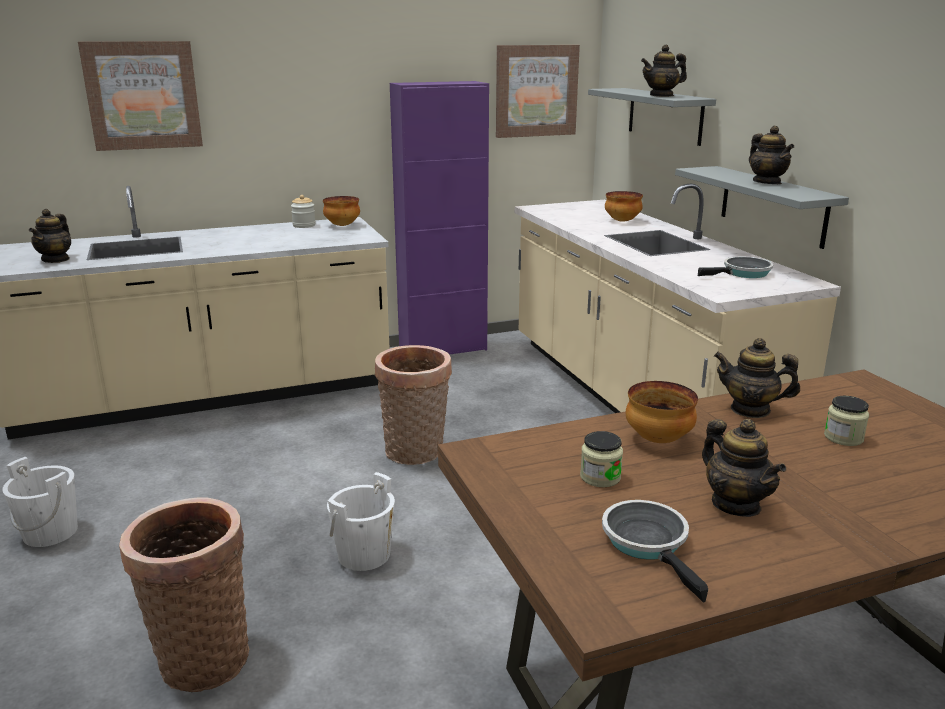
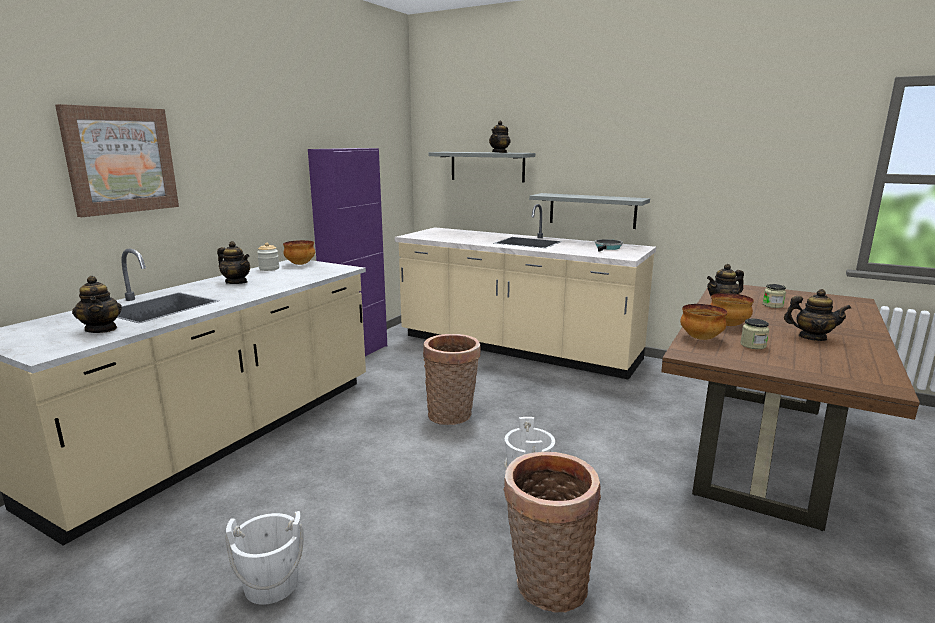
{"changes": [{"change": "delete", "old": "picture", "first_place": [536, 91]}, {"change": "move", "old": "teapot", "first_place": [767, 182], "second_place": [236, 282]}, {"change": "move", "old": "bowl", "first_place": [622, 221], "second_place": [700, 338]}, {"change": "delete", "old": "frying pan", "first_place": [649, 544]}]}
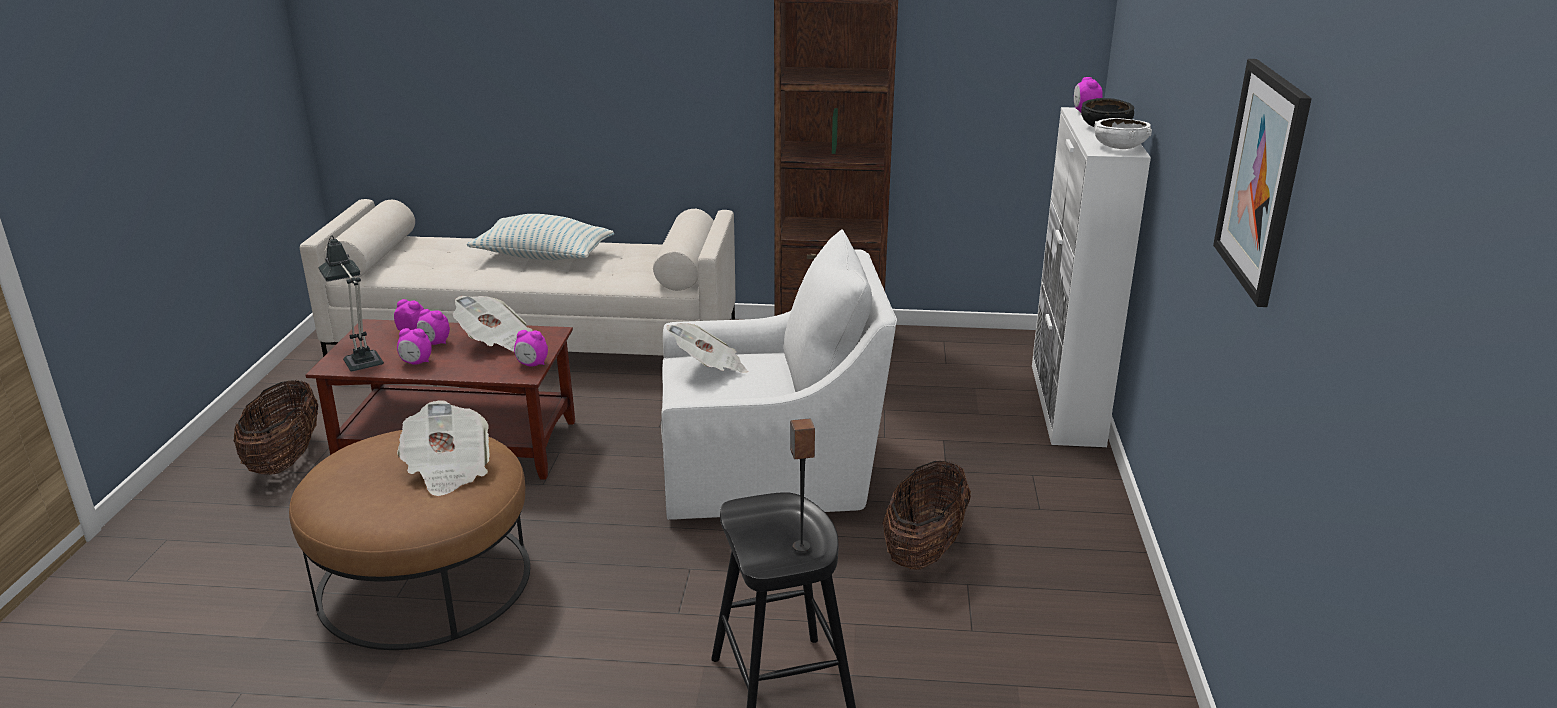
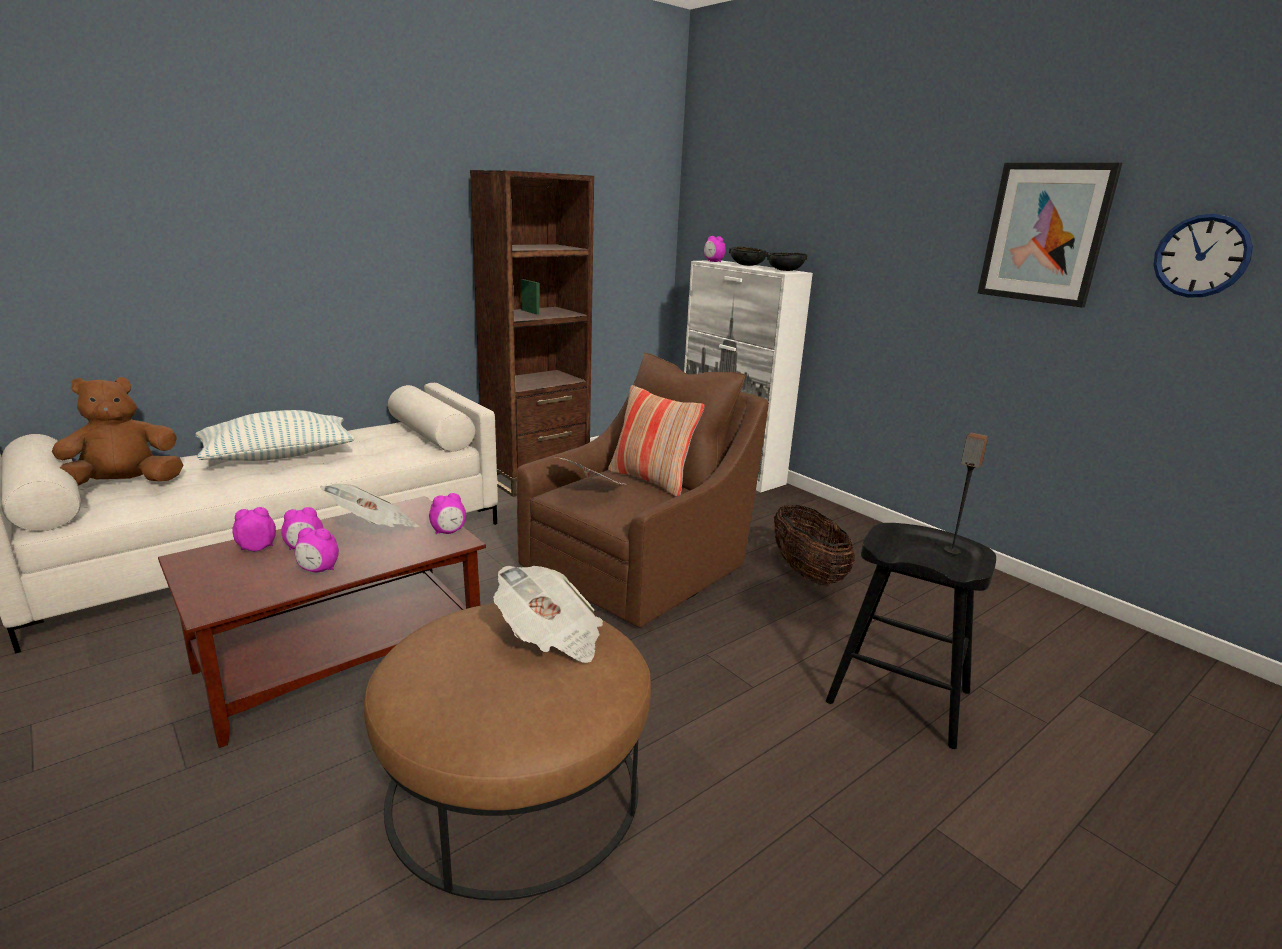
{"changes": [{"change": "recolor", "old": "white bowl", "new": "black bowl", "first_place": [1120, 147], "second_place": [785, 270]}, {"change": "recolor", "old": "white armchair", "new": "brown armchair", "first_place": [771, 469], "second_place": [640, 566]}, {"change": "delete", "old": "table lamp", "first_place": [361, 359]}, {"change": "rotate", "old": "alarm clock", "first_place": [416, 362], "second_place": [318, 570], "degrees": 45}, {"change": "delete", "old": "basket", "first_place": [285, 459]}, {"change": "insert", "new": "wall clock", "second_place": [1201, 256]}, {"change": "insert", "new": "brown plush toy", "second_place": [124, 485]}, {"change": "insert", "new": "pillow", "second_place": [651, 480]}]}
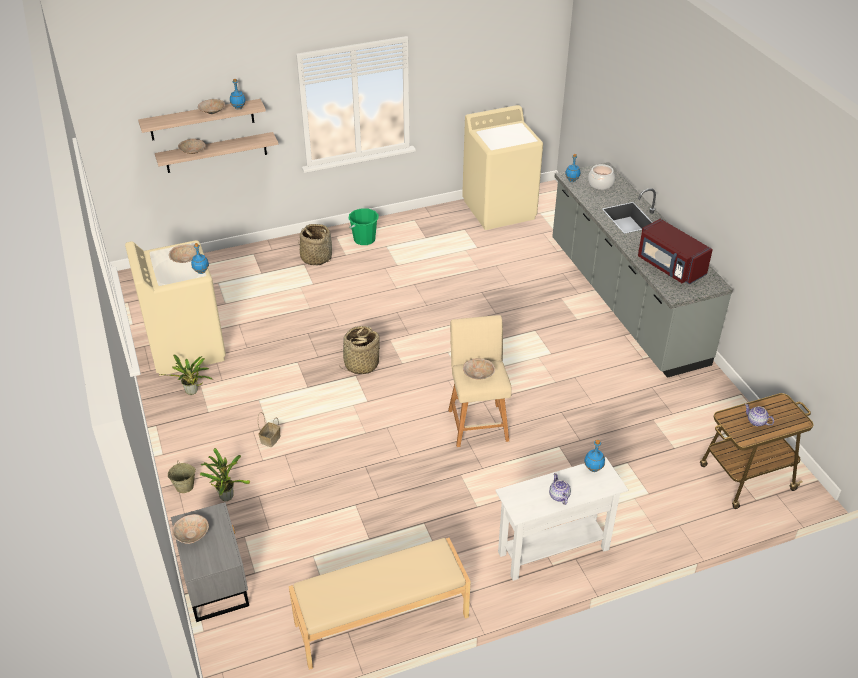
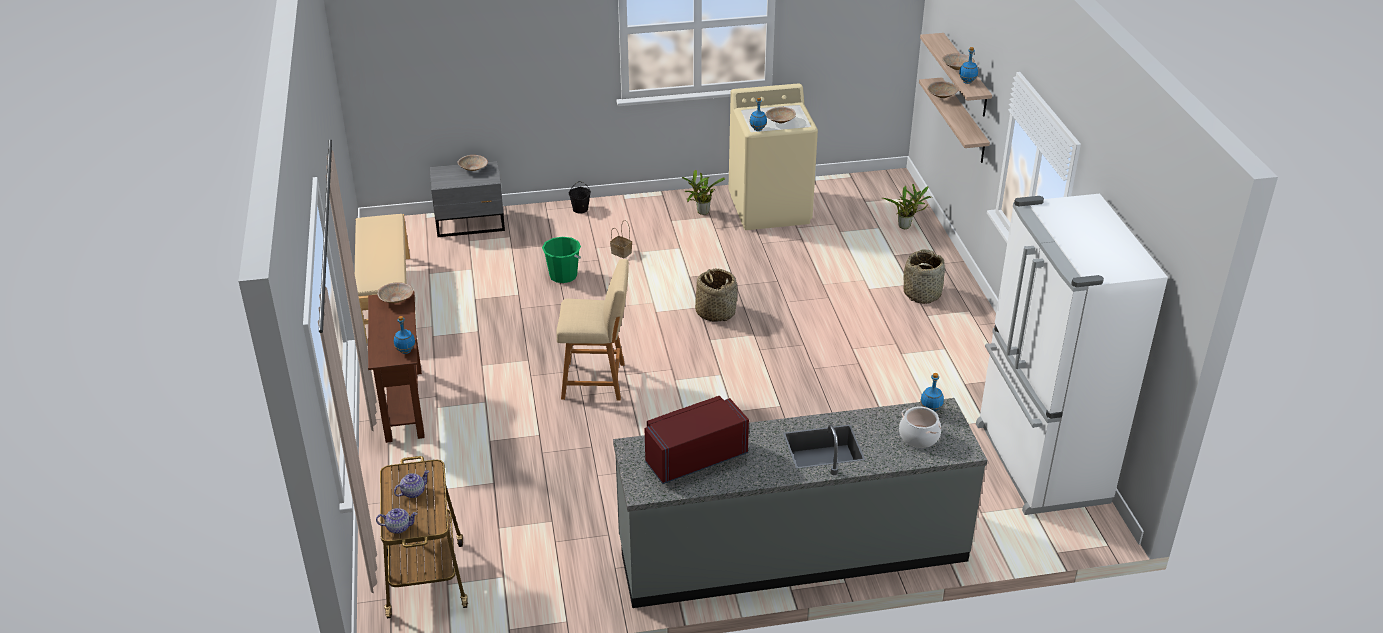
{"changes": [{"change": "replace", "old": "beige washing machine", "new": "white fridge", "first_place": [499, 209], "second_place": [1039, 464]}, {"change": "move", "old": "green bucket", "first_place": [364, 239], "second_place": [563, 276]}, {"change": "move", "old": "beige bowl", "first_place": [478, 375], "second_place": [396, 300]}, {"change": "move", "old": "potted plant", "first_place": [226, 495], "second_place": [906, 226]}, {"change": "recolor", "old": "white console table", "new": "brown console table", "first_place": [553, 551], "second_place": [404, 405]}, {"change": "recolor", "old": "beige bucket", "new": "black bucket", "first_place": [185, 486], "second_place": [580, 209]}, {"change": "move", "old": "teapot", "first_place": [559, 496], "second_place": [398, 527]}]}
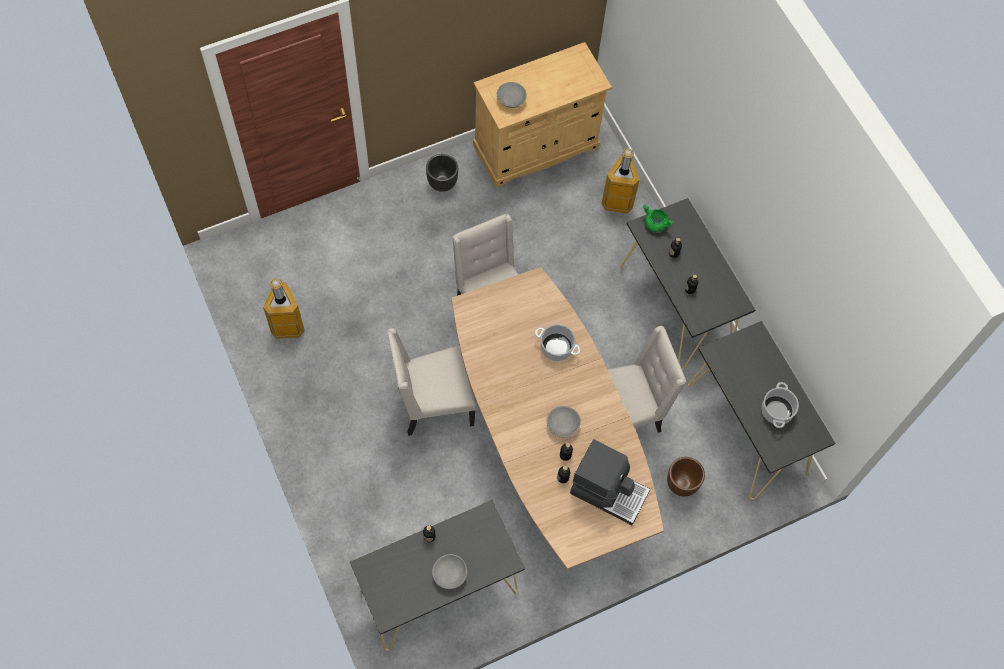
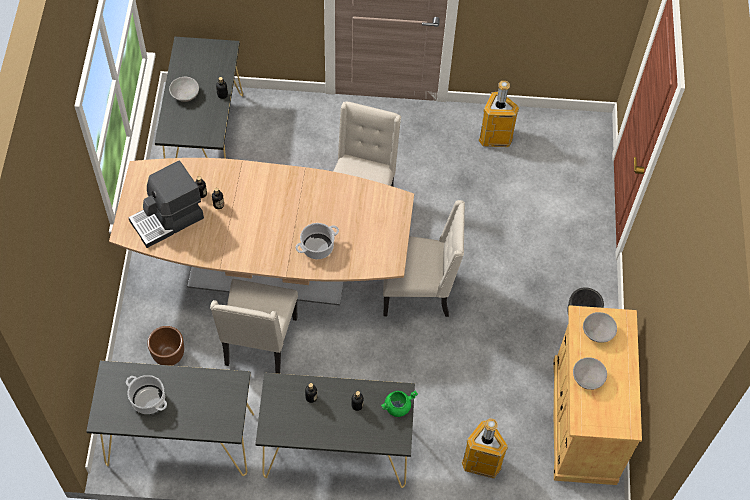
{"changes": [{"change": "move", "old": "grey bowl", "first_place": [562, 425], "second_place": [587, 378]}]}
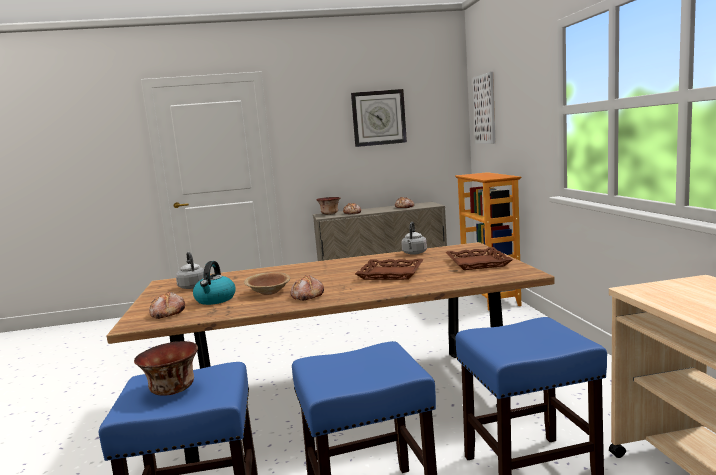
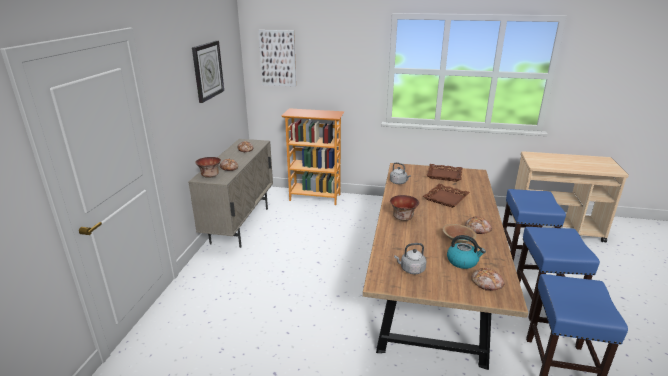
{"changes": [{"change": "move", "old": "bowl", "first_place": [173, 390], "second_place": [403, 217]}]}
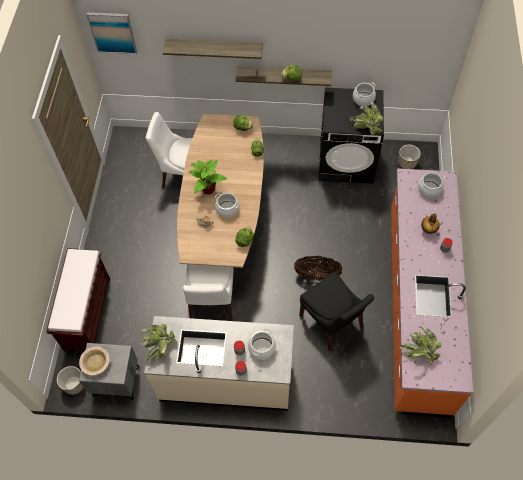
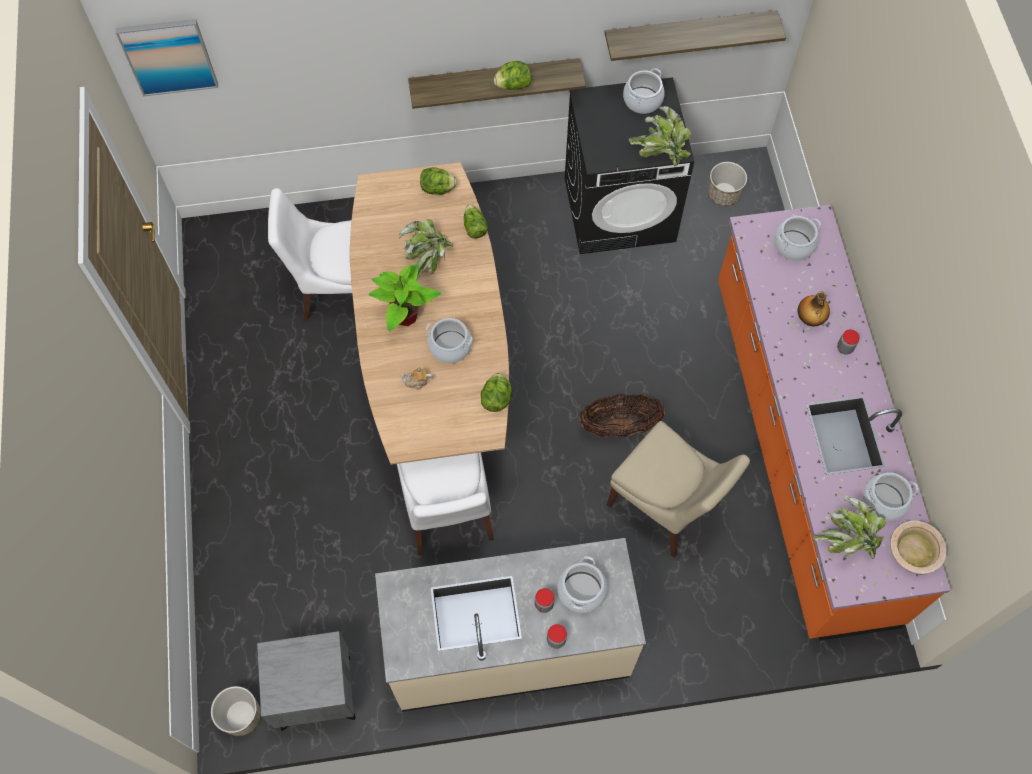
{"changes": [{"change": "move", "old": "shelf", "first_place": [214, 48], "second_place": [688, 33]}, {"change": "delete", "old": "brown bench", "first_place": [87, 312]}, {"change": "recolor", "old": "black chair", "new": "beige chair", "first_place": [332, 323], "second_place": [666, 506]}, {"change": "move", "old": "potted plant", "first_place": [160, 347], "second_place": [428, 258]}, {"change": "move", "old": "beige bowl", "first_place": [96, 363], "second_place": [914, 550]}, {"change": "insert", "new": "cooking pot", "second_place": [884, 501]}]}
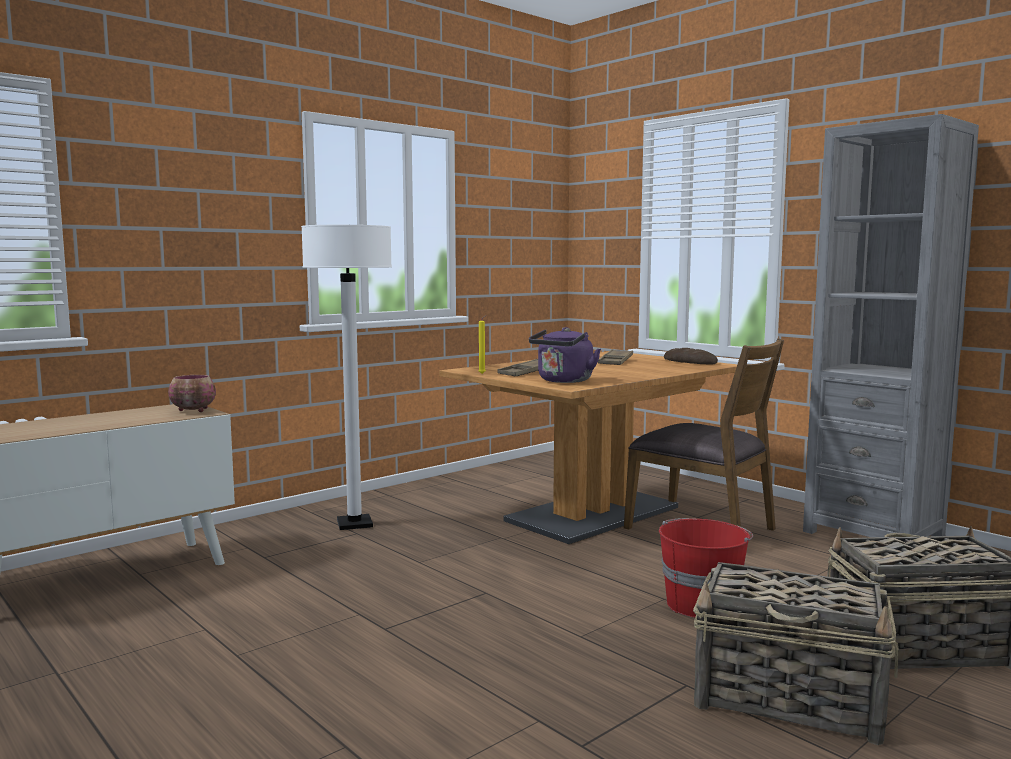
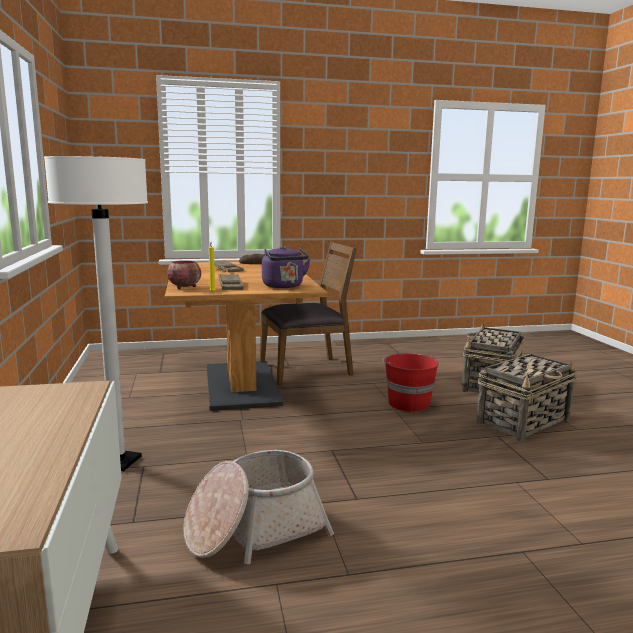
{"changes": [{"change": "delete", "old": "grey bookcase", "first_place": [873, 534]}, {"change": "move", "old": "bowl", "first_place": [194, 411], "second_place": [185, 287]}, {"change": "insert", "new": "basket", "second_place": [254, 529]}]}
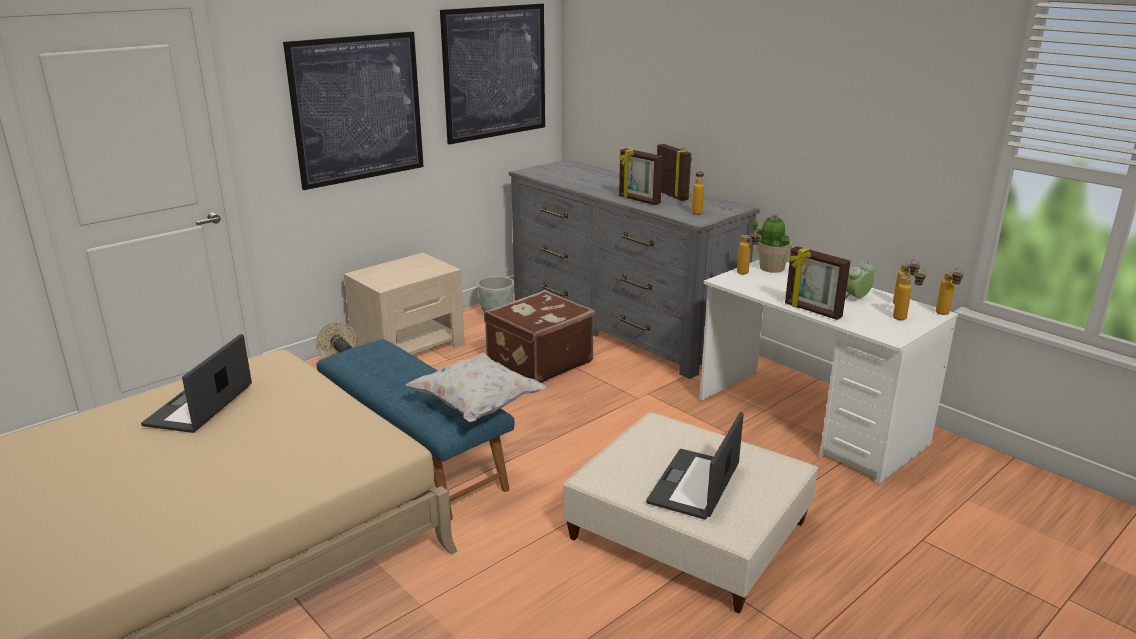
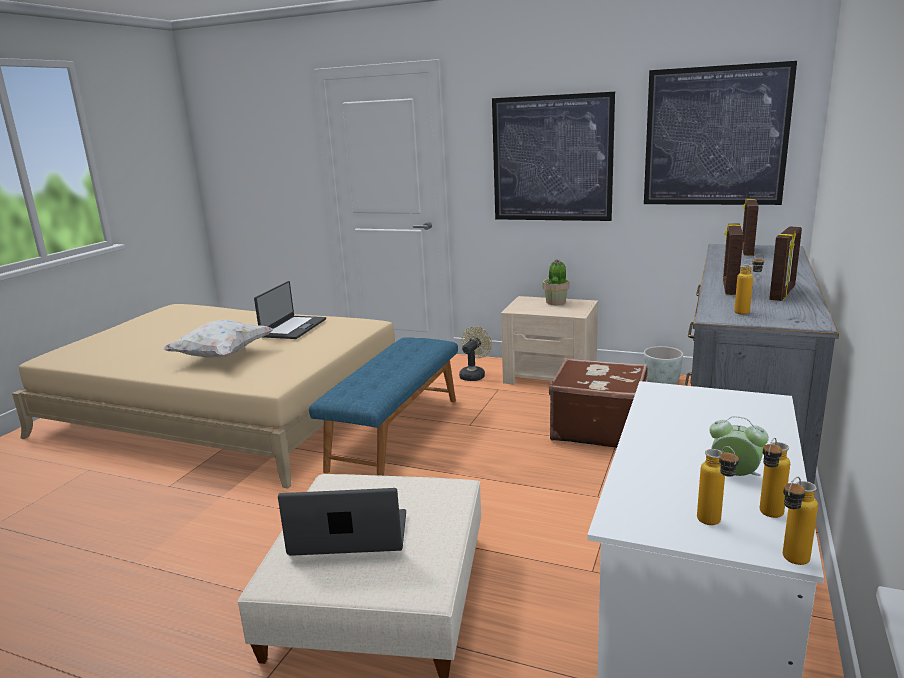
{"changes": [{"change": "move", "old": "potted plant", "first_place": [771, 268], "second_place": [556, 302]}, {"change": "delete", "old": "bottle", "first_place": [747, 273]}, {"change": "move", "old": "picture frame", "first_place": [812, 311], "second_place": [746, 251]}, {"change": "rotate", "old": "laptop", "first_place": [201, 406], "second_place": [293, 328], "degrees": 120}, {"change": "move", "old": "white pillow", "first_place": [478, 406], "second_place": [222, 356]}]}
